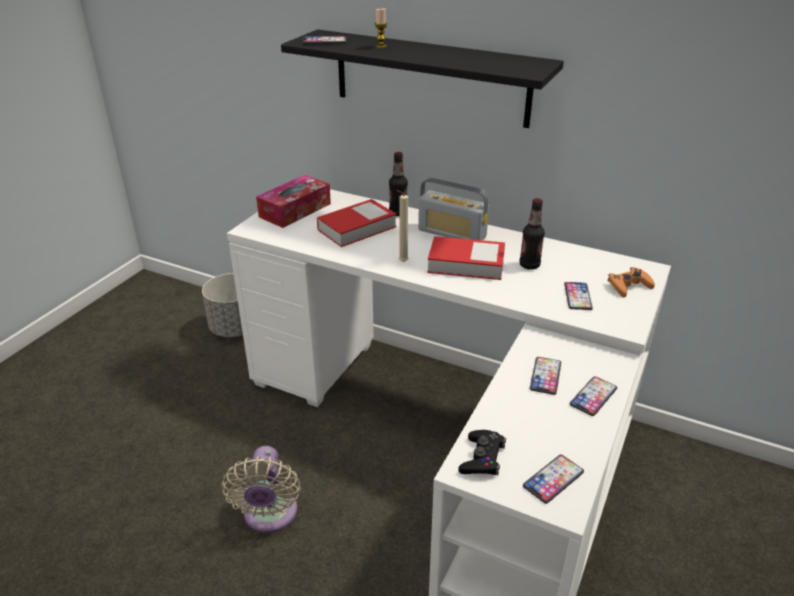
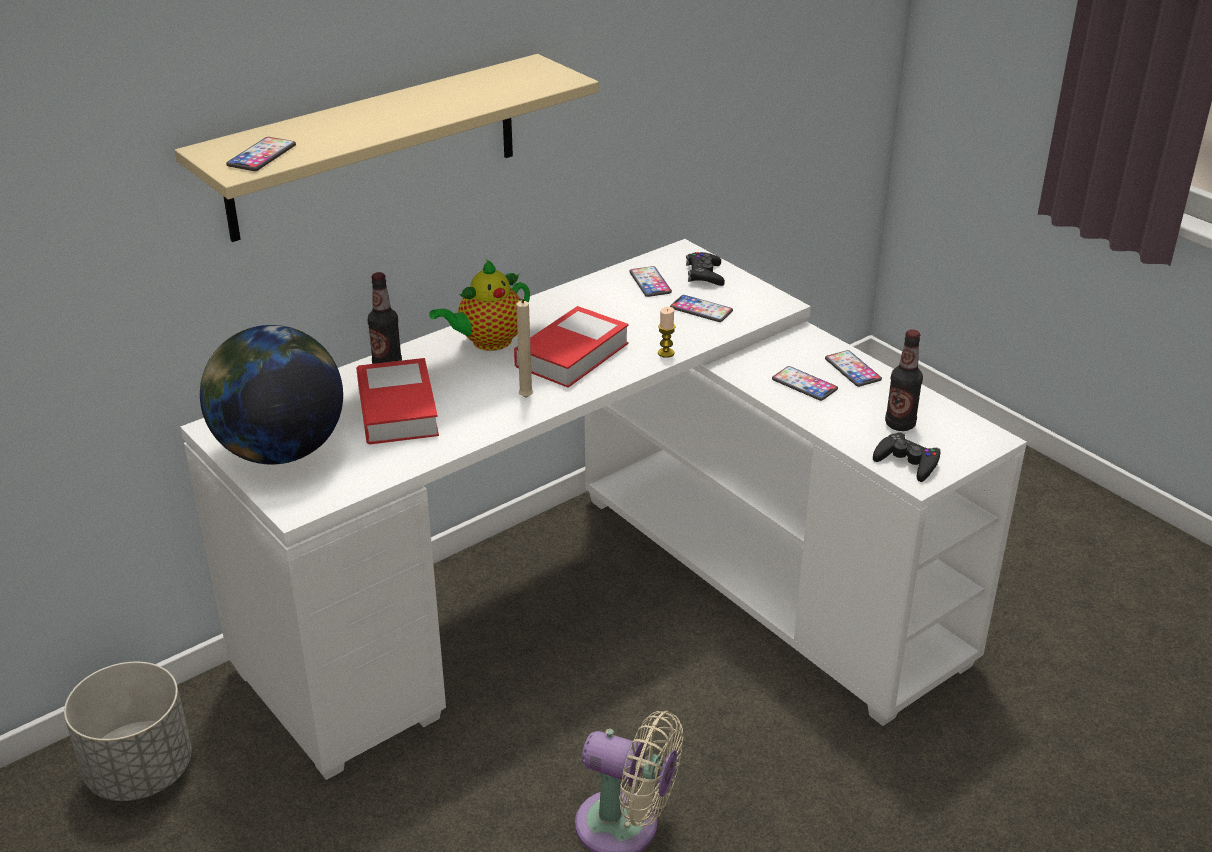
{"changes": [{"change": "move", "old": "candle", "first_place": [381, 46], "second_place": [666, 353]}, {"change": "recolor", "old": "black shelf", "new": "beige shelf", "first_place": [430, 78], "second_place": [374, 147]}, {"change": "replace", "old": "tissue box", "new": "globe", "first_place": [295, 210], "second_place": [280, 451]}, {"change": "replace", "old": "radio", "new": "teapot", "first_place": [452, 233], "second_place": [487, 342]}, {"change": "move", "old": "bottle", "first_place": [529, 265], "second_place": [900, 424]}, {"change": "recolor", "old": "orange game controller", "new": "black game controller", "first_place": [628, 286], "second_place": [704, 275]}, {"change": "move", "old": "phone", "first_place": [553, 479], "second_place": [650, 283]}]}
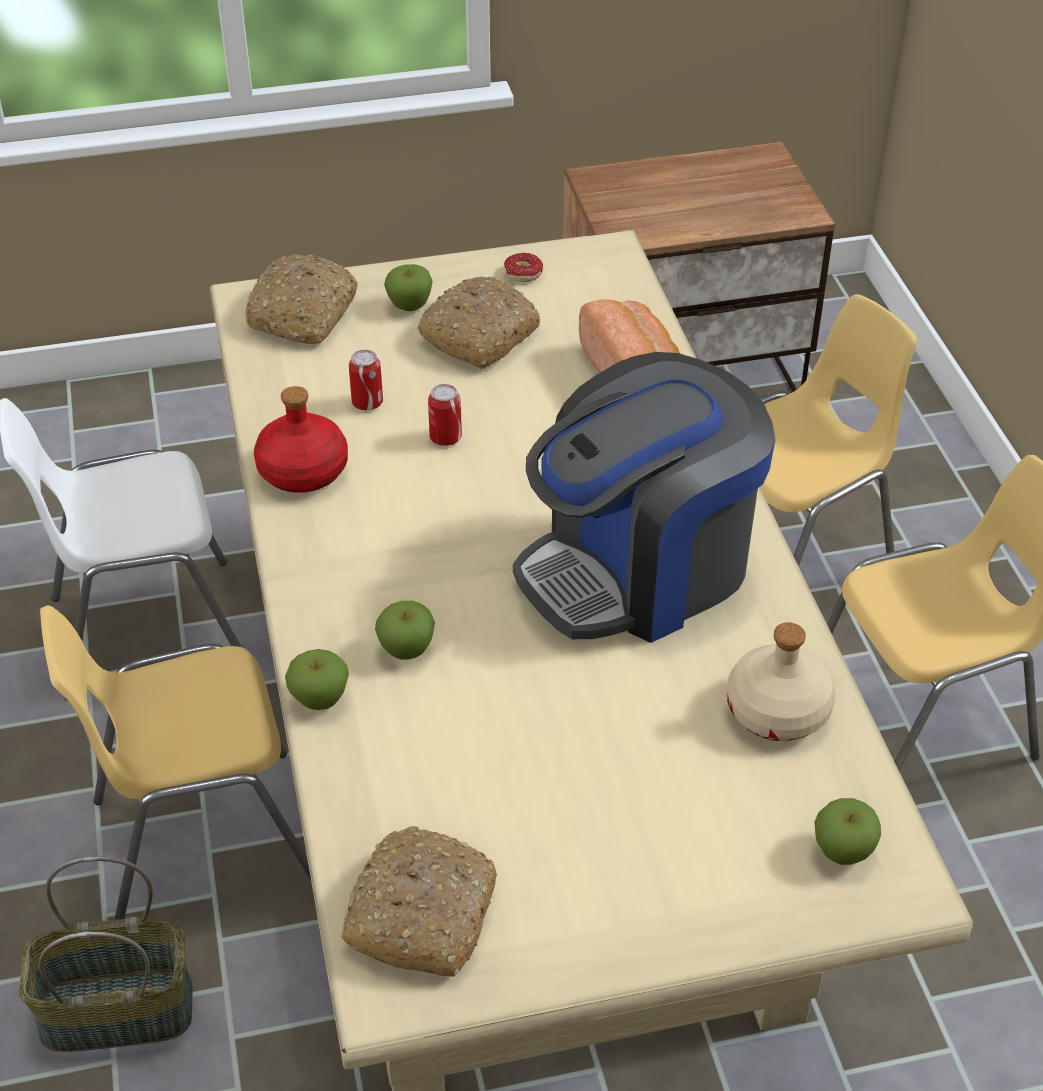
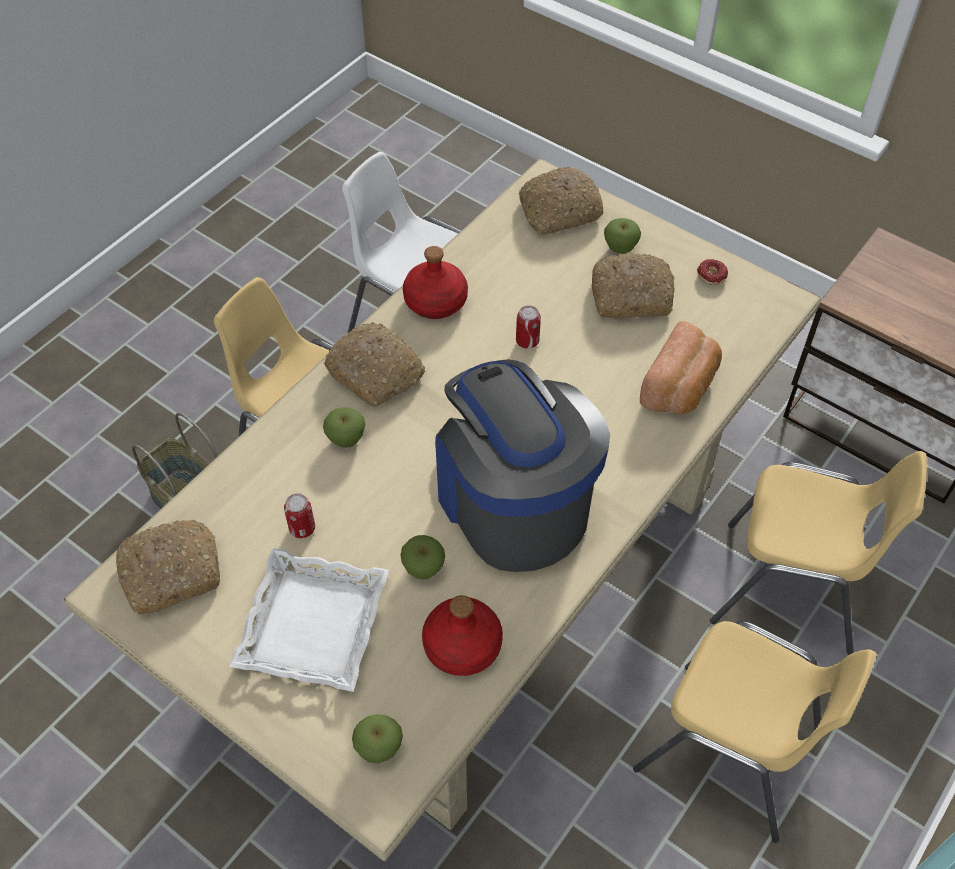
{"changes": [{"change": "move", "old": "can", "first_place": [367, 403], "second_place": [302, 528]}, {"change": "rotate", "old": "coffee machine", "first_place": [639, 570], "second_place": [512, 502], "degrees": 45}, {"change": "recolor", "old": "beige bottle", "new": "red bottle", "first_place": [777, 712], "second_place": [461, 645]}, {"change": "move", "old": "apple", "first_place": [320, 699], "second_place": [423, 568]}, {"change": "insert", "new": "bread", "second_place": [376, 372]}, {"change": "insert", "new": "white tray", "second_place": [311, 624]}]}
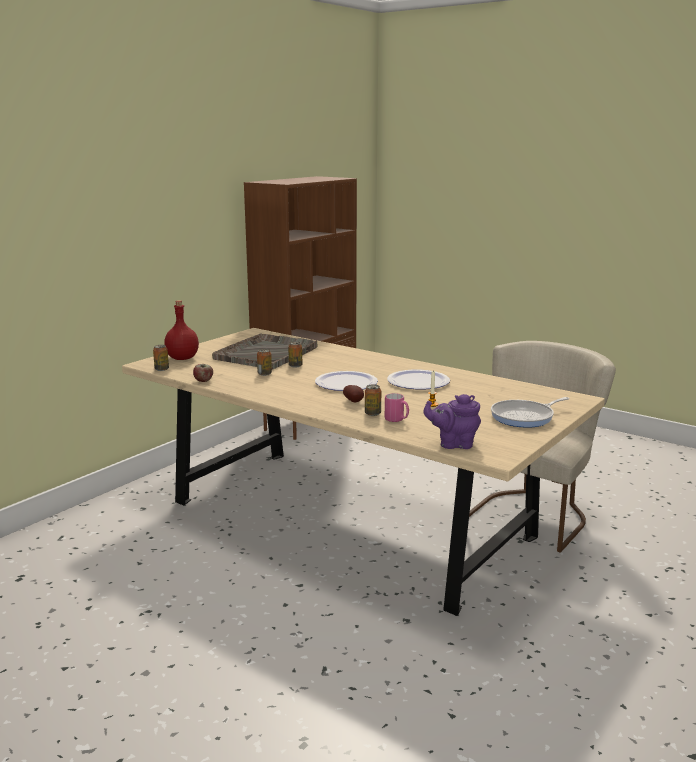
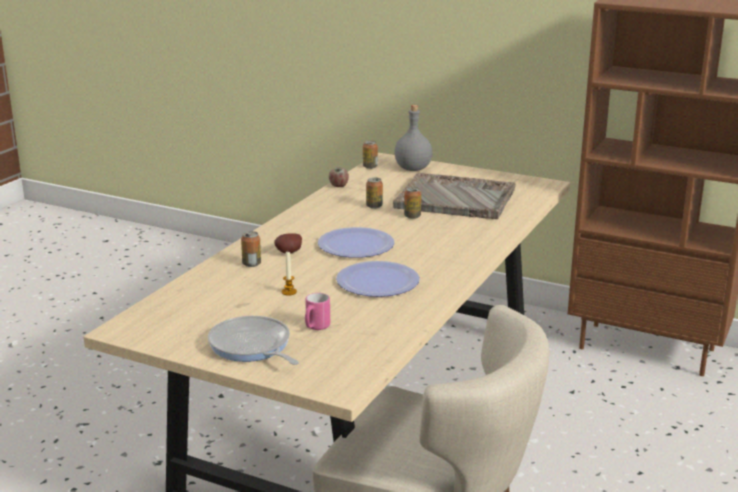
{"changes": [{"change": "recolor", "old": "red bottle", "new": "grey bottle", "first_place": [182, 358], "second_place": [413, 169]}, {"change": "move", "old": "pink mug", "first_place": [397, 420], "second_place": [315, 327]}, {"change": "delete", "old": "purple teapot", "first_place": [453, 444]}]}
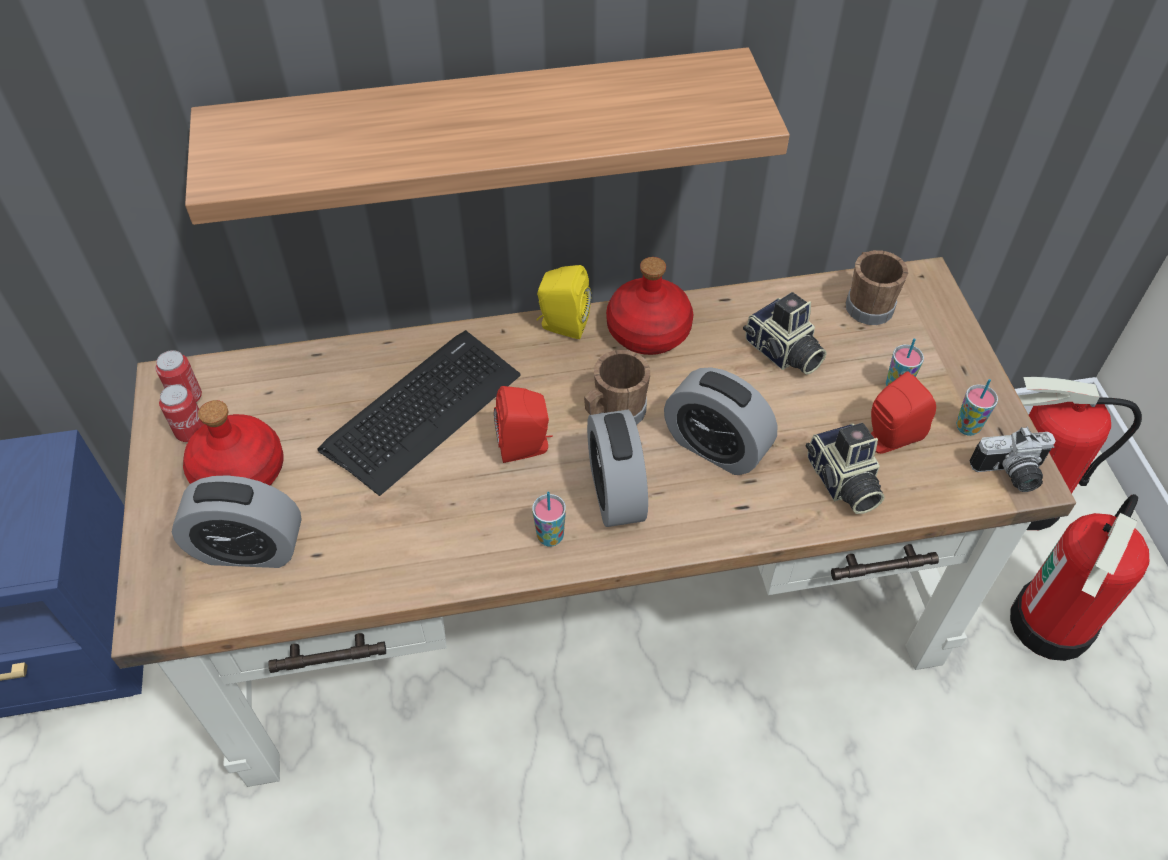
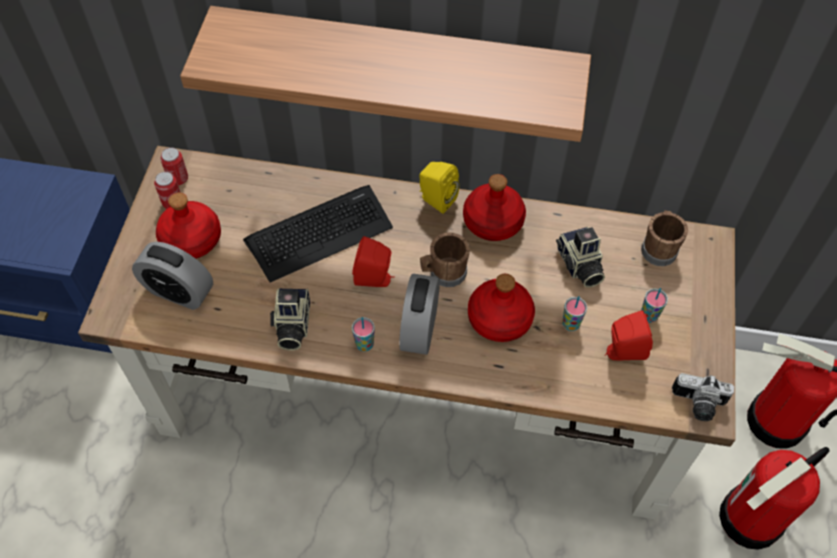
{"changes": [{"change": "replace", "old": "alarm clock", "new": "red bottle", "first_place": [715, 447], "second_place": [500, 319]}, {"change": "move", "old": "cup", "first_place": [967, 427], "second_place": [570, 324]}, {"change": "move", "old": "photo camera", "first_place": [841, 482], "second_place": [291, 326]}]}
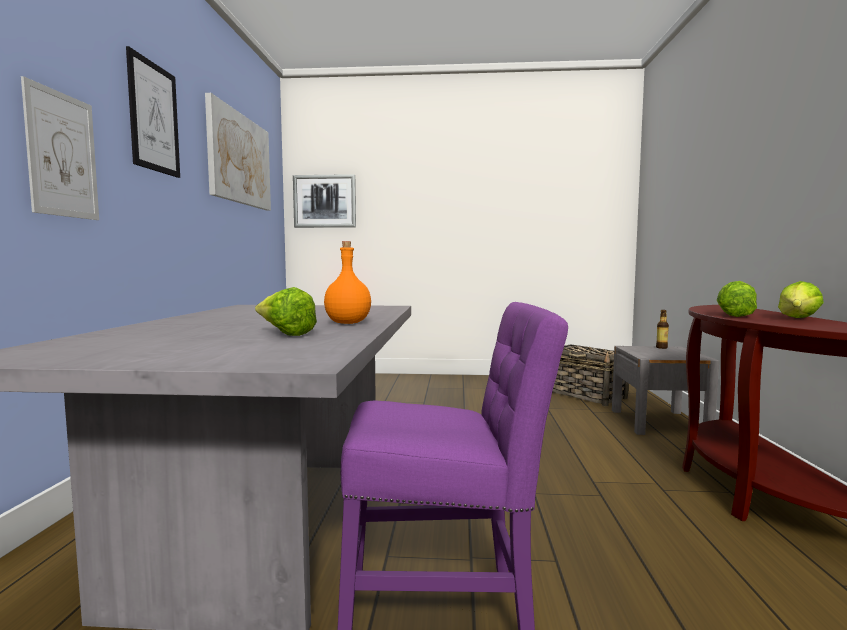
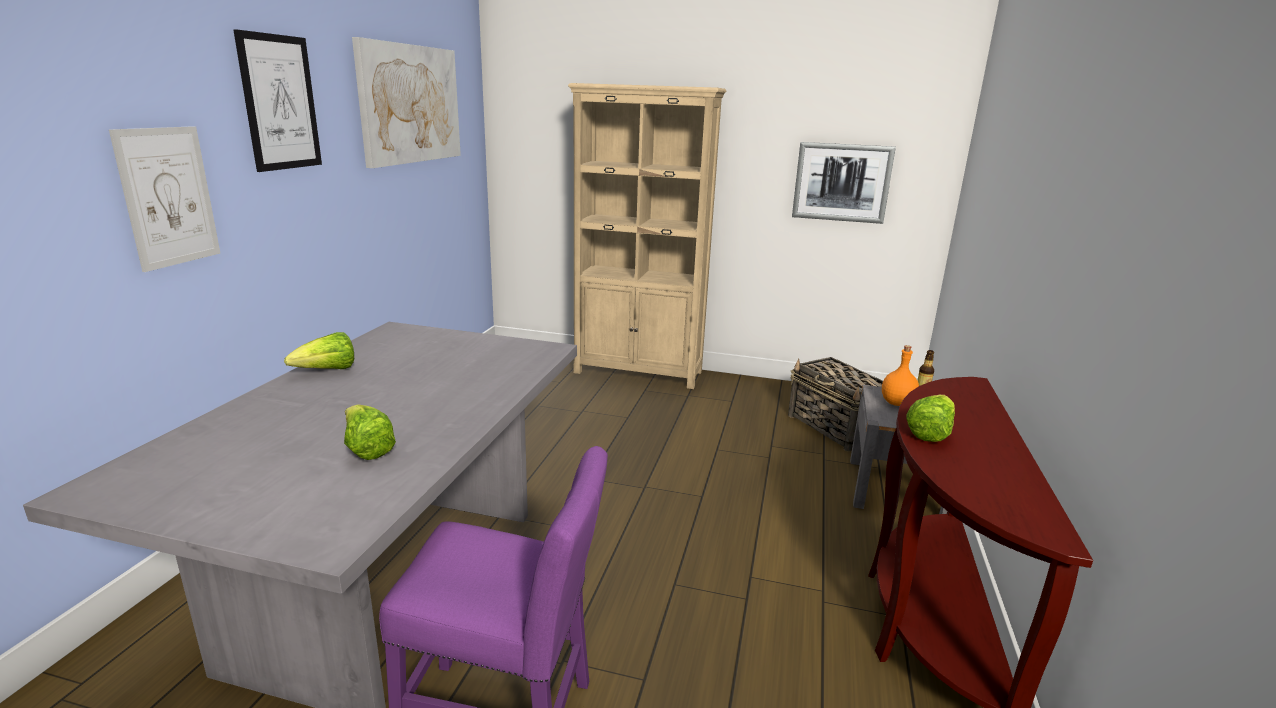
{"changes": [{"change": "move", "old": "picture", "first_place": [324, 201], "second_place": [841, 182]}, {"change": "move", "old": "orange bottle", "first_place": [347, 323], "second_place": [896, 403]}, {"change": "move", "old": "lettuce", "first_place": [797, 319], "second_place": [327, 371]}, {"change": "insert", "new": "beige bookcase", "second_place": [639, 372]}]}
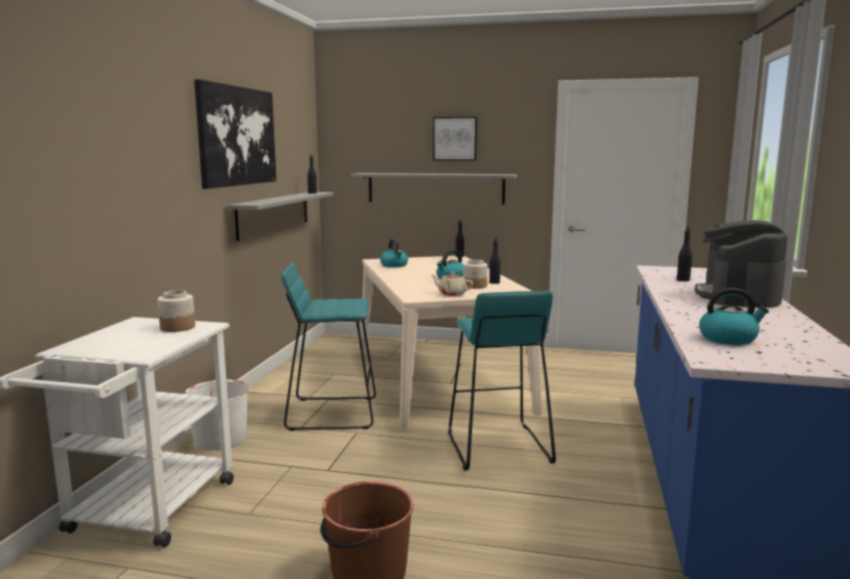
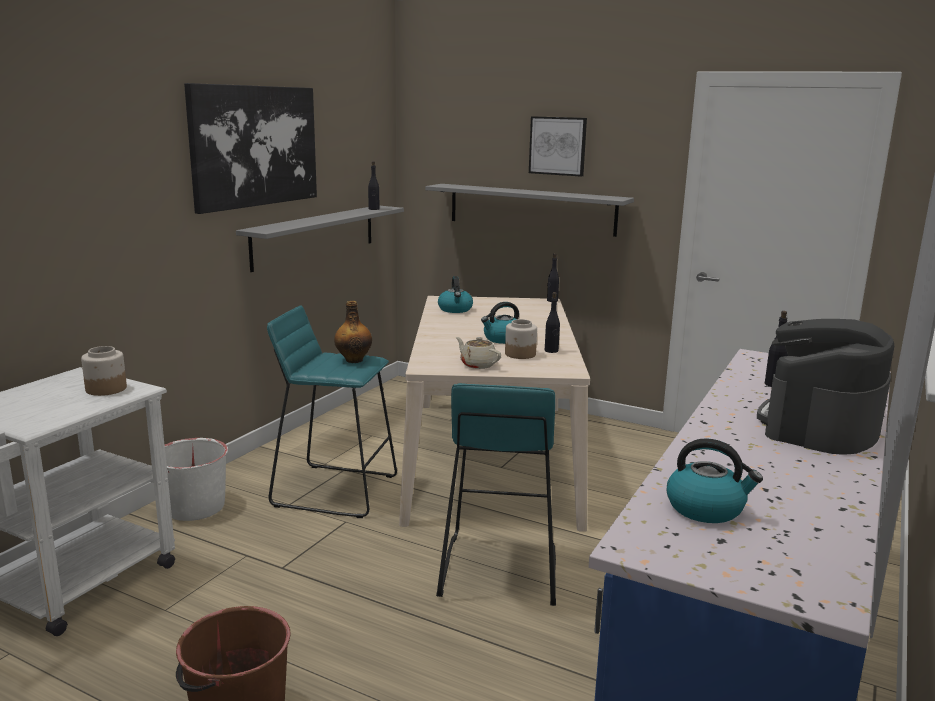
{"changes": [{"change": "insert", "new": "bottle", "second_place": [354, 360]}]}
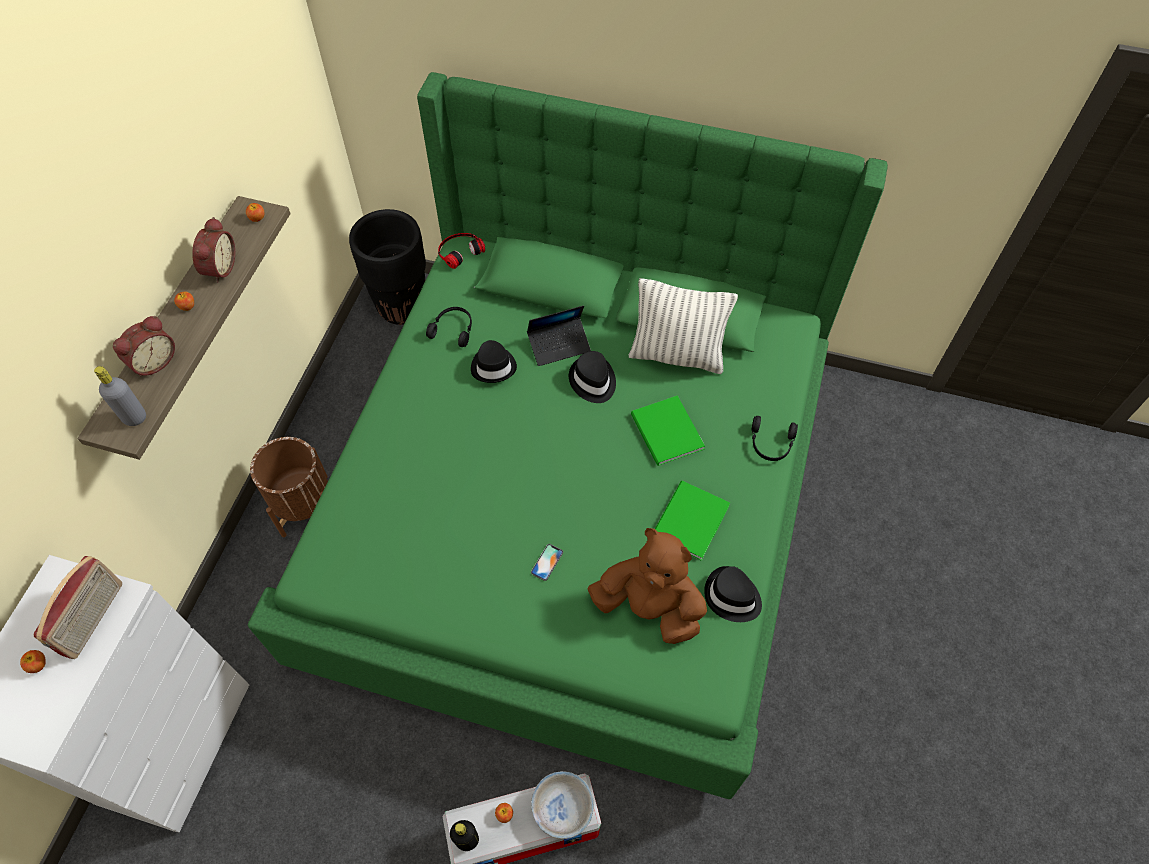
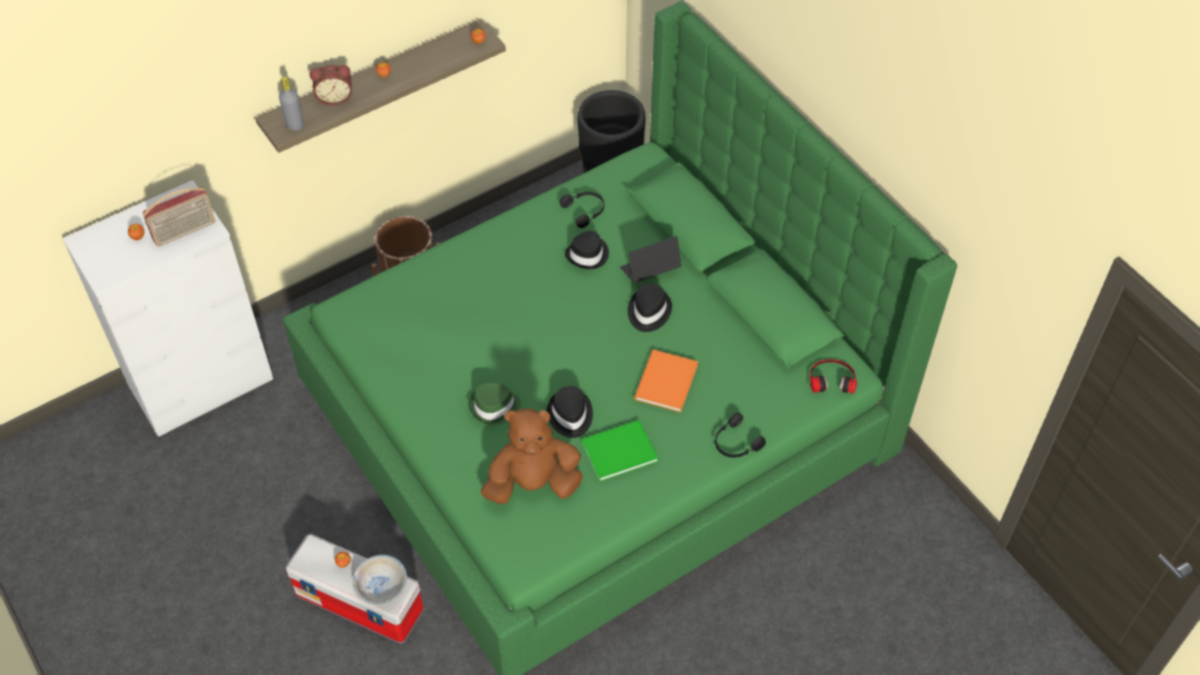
{"changes": [{"change": "delete", "old": "alarm clock", "first_place": [218, 268]}, {"change": "move", "old": "headphones", "first_place": [459, 251], "second_place": [832, 379]}, {"change": "delete", "old": "pillow", "first_place": [677, 355]}, {"change": "rotate", "old": "laptop", "first_place": [559, 345], "second_place": [650, 271], "degrees": 135}, {"change": "recolor", "old": "green book", "new": "orange book", "first_place": [666, 434], "second_place": [664, 383]}, {"change": "rotate", "old": "brown plush toy", "first_place": [649, 607], "second_place": [533, 484], "degrees": -75}, {"change": "replace", "old": "phone", "new": "green hat", "first_place": [547, 562], "second_place": [494, 407]}, {"change": "move", "old": "black hat", "first_place": [732, 596], "second_place": [569, 415]}, {"change": "delete", "old": "black bottle", "first_place": [467, 840]}]}
